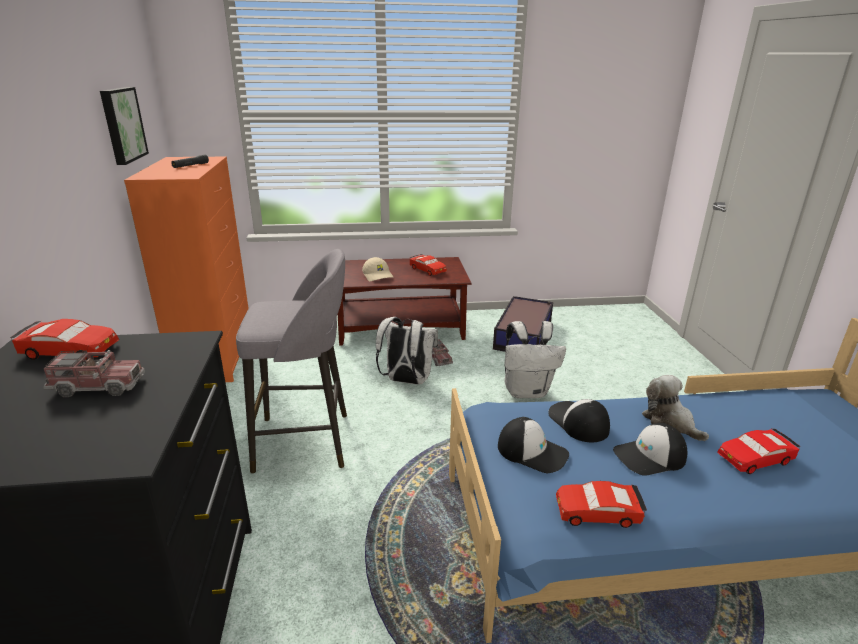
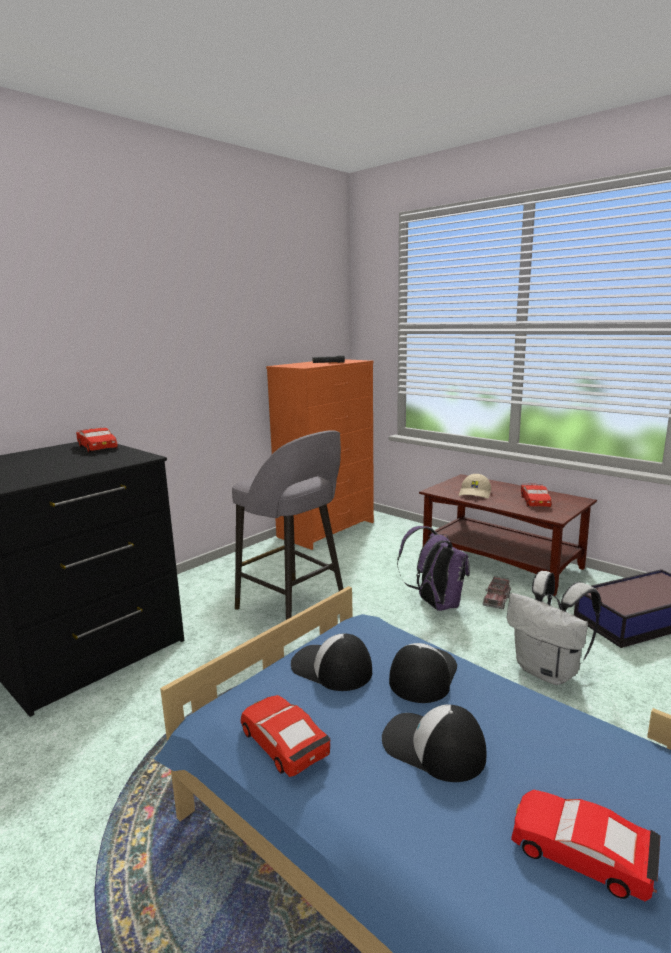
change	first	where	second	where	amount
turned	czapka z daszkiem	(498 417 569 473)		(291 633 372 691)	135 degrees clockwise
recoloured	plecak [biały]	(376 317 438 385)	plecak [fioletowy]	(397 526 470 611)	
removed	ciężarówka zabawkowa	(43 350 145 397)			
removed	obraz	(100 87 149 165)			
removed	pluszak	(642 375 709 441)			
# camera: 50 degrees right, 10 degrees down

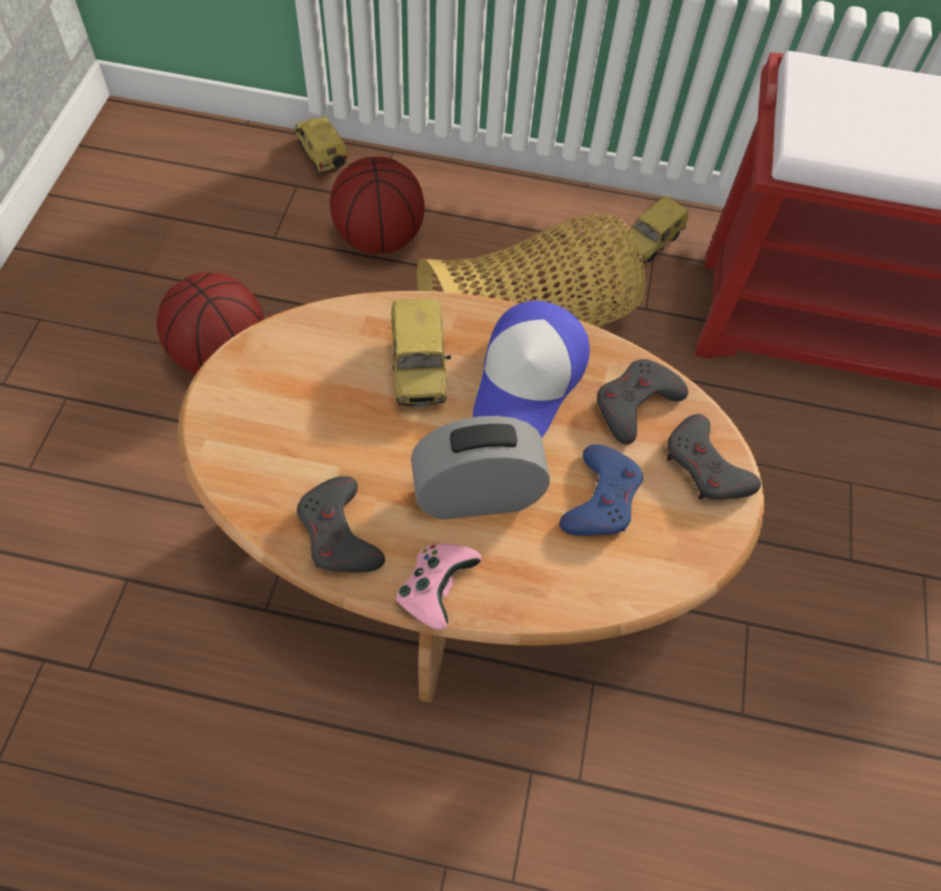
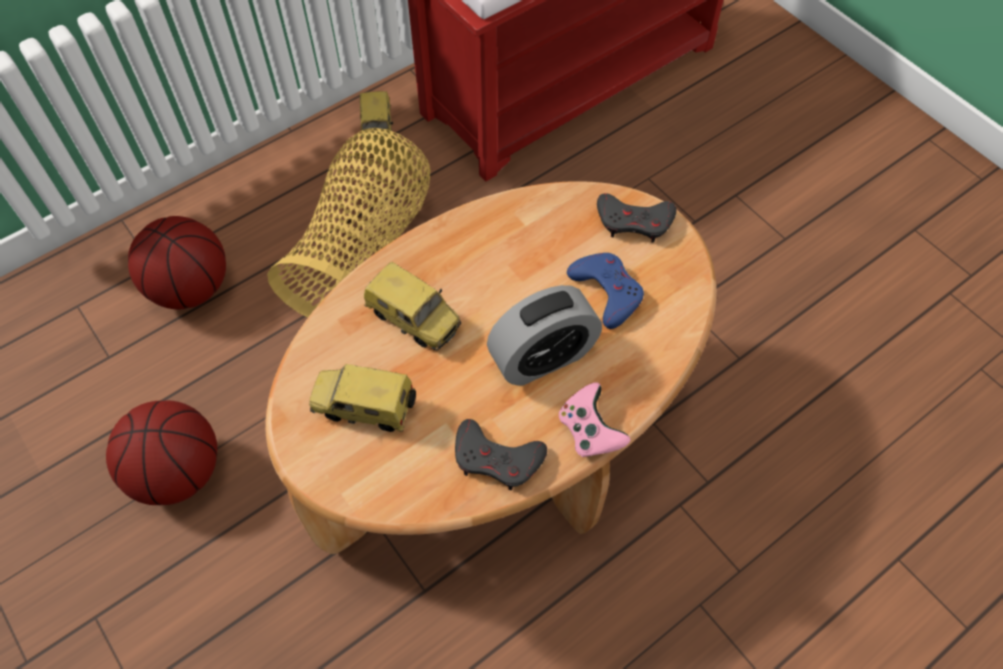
change	first	where	second	where	amount
moved	samochodzik	(295 117 349 174)		(309 364 416 432)	
turned	budzik	(411 416 550 520)		(487 285 602 386)	150 degrees counterclockwise
removed	czapka z daszkiem	(473 301 590 437)			
removed	pad do gier [szary]	(597 359 688 445)			
# camera: 45 degrees left, 0 degrees up

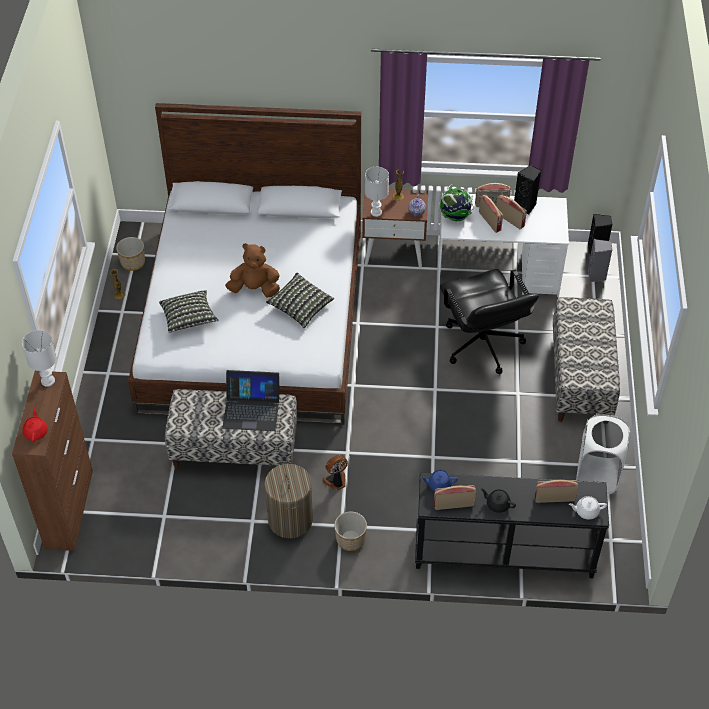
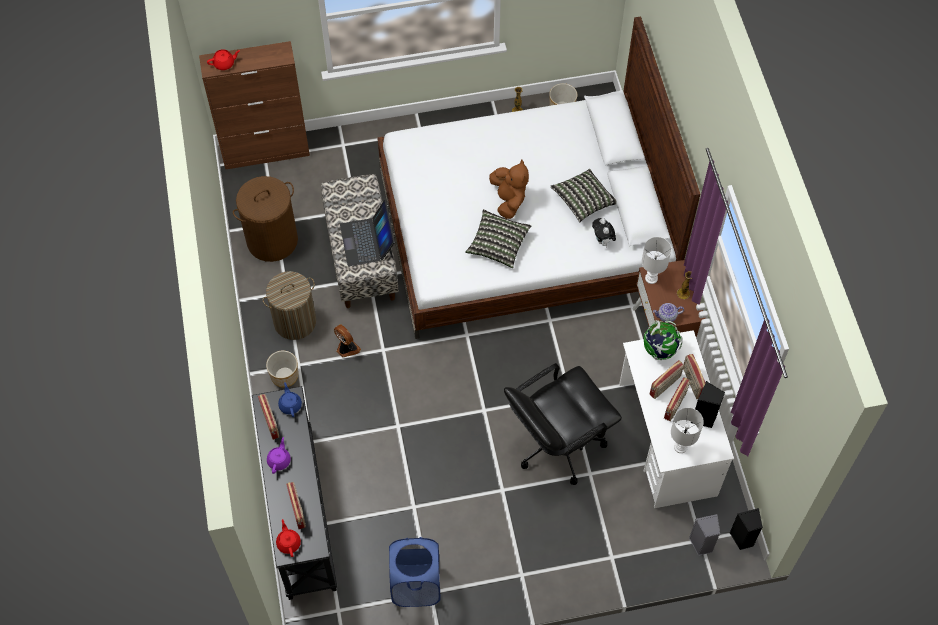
change	first	where	second	where	amount
added			kosz na pranie [brązowy]	(233 176 298 262)	
recoloured	imbryk [czarny]	(481 488 516 513)	imbryk [fioletowy]	(267 437 291 474)	
recoloured	imbryk [biały]	(569 496 607 520)	imbryk [czerwony]	(276 519 301 557)	
recoloured	kosz na pranie [biały]	(576 414 630 495)	kosz na pranie [niebieski]	(389 537 441 607)	
moved	poduszka	(159 290 218 333)		(550 169 617 222)	
added			pluszak	(592 218 616 248)	
moved	lampa stołowa [biały]	(22 330 57 387)		(671 408 704 453)	
removed	ławka	(553 297 620 422)			
# camera: 75 degrees right, 10 degrees up

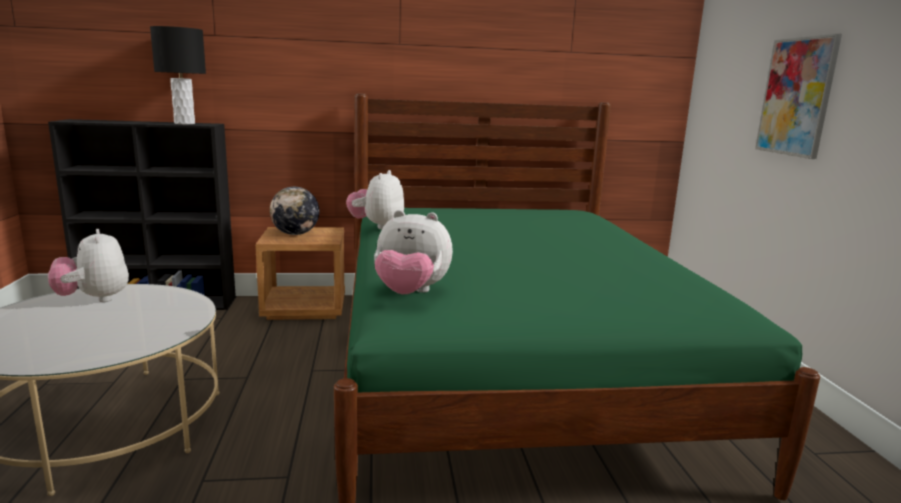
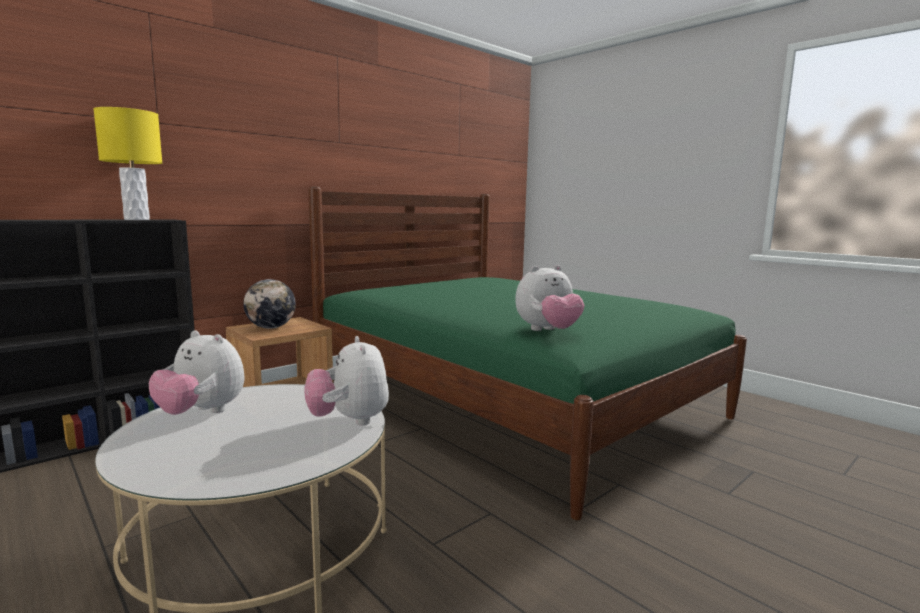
change	first	where	second	where	amount
recoloured	lampa stołowa [czarny]	(150 26 206 124)	lampa stołowa [żółty]	(93 107 162 220)	
moved	pluszak	(346 170 404 229)		(304 336 389 426)	
removed	obraz	(755 34 842 159)			
# camera: 35 degrees left, 5 degrees down

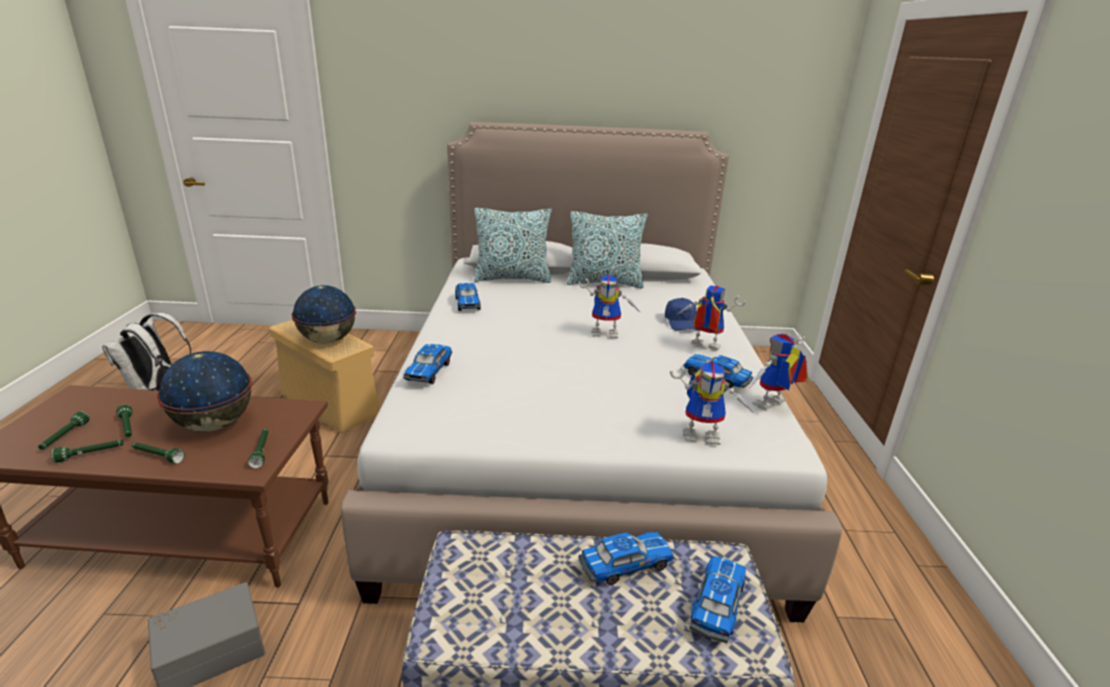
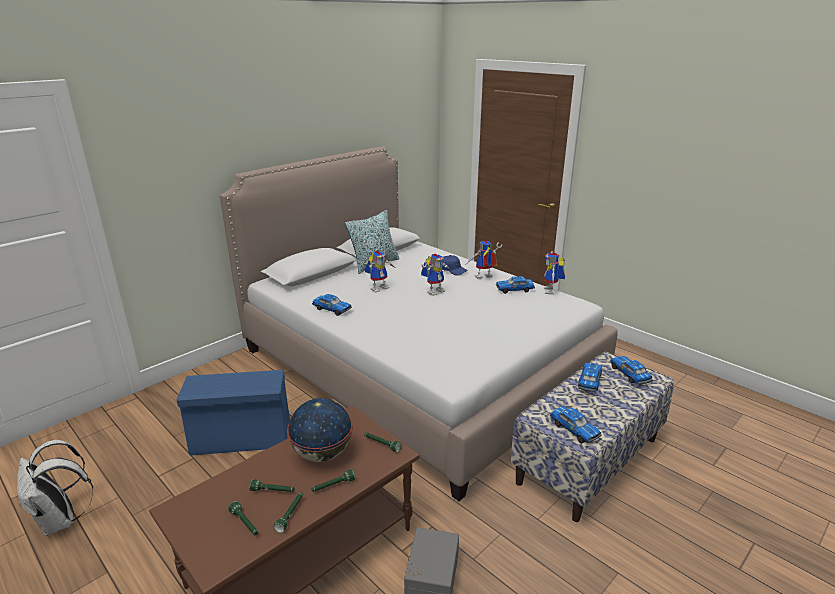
change	first	where	second	where	amount
recoloured	pojemnik do przechowywania [beżowy]	(269 320 379 433)	pojemnik do przechowywania [niebieski]	(177 370 290 455)	
moved	robot zabawkowy	(670 361 754 445)		(362 251 397 292)	
moved	samochodzik	(403 344 452 384)		(550 406 602 443)	
removed	globus	(292 285 356 344)			
removed	poduszka	(474 208 552 283)			
# camera: 45 degrees left, 0 degrees up

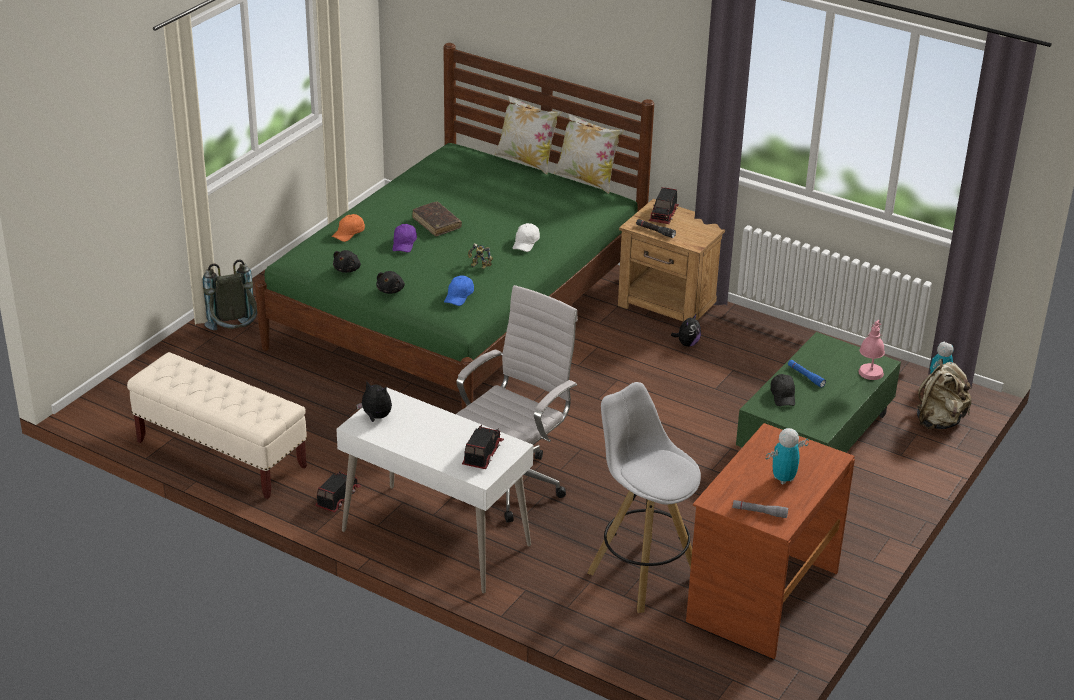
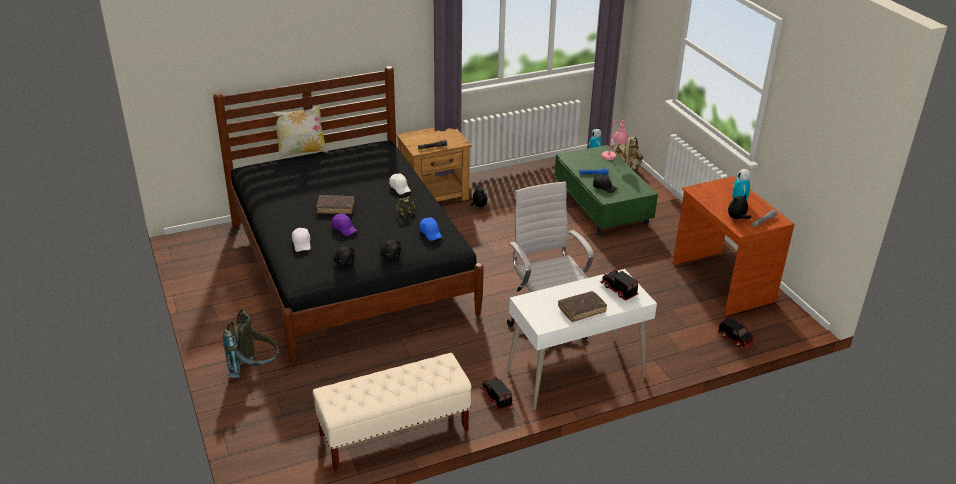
change	first	where	second	where	amount
recoloured	łóżko [zielony]	(255 43 654 409)	łóżko [czarny]	(213 66 484 363)	
recoloured	czapka z daszkiem [pomarańczowy]	(332 214 365 242)	czapka z daszkiem [biały]	(292 228 310 252)	
added			książka [brązowy]	(558 291 607 322)	
moved	ciężarówka zabawkowa	(648 187 679 224)		(717 316 754 350)	
moved	pluszak	(356 380 392 422)		(728 194 751 219)	
removed	poduszka	(554 113 624 194)			
removed	stołek [biały]	(587 382 701 613)			
# camera: 55 degrees left, 0 degrees up

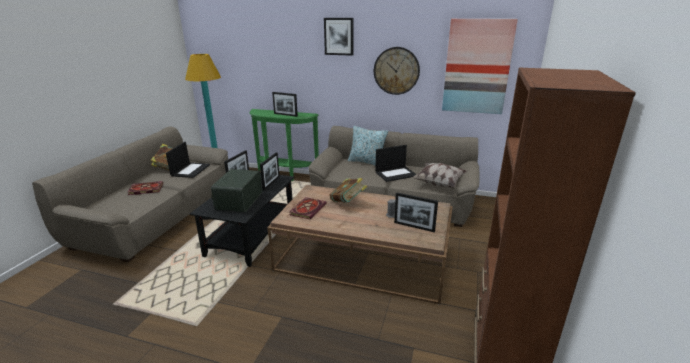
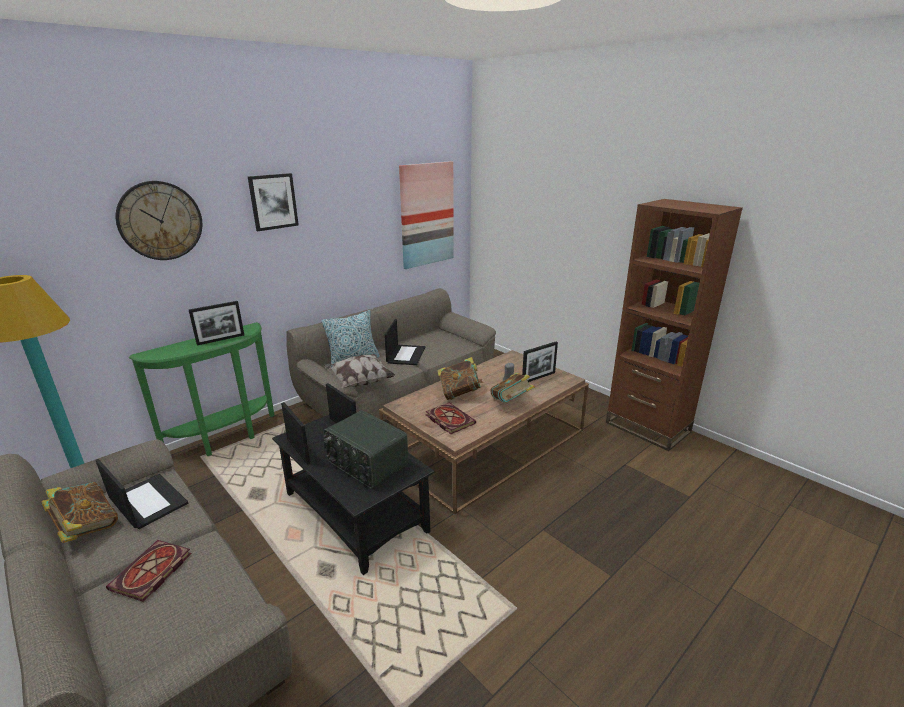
change	first	where	second	where	amount
moved	zegar ścienny	(374 47 420 95)		(116 181 202 260)	
moved	poduszka	(412 163 466 188)		(324 354 395 388)	
added			książka	(490 372 535 403)	
# camera: 60 degrees left, 0 degrees up

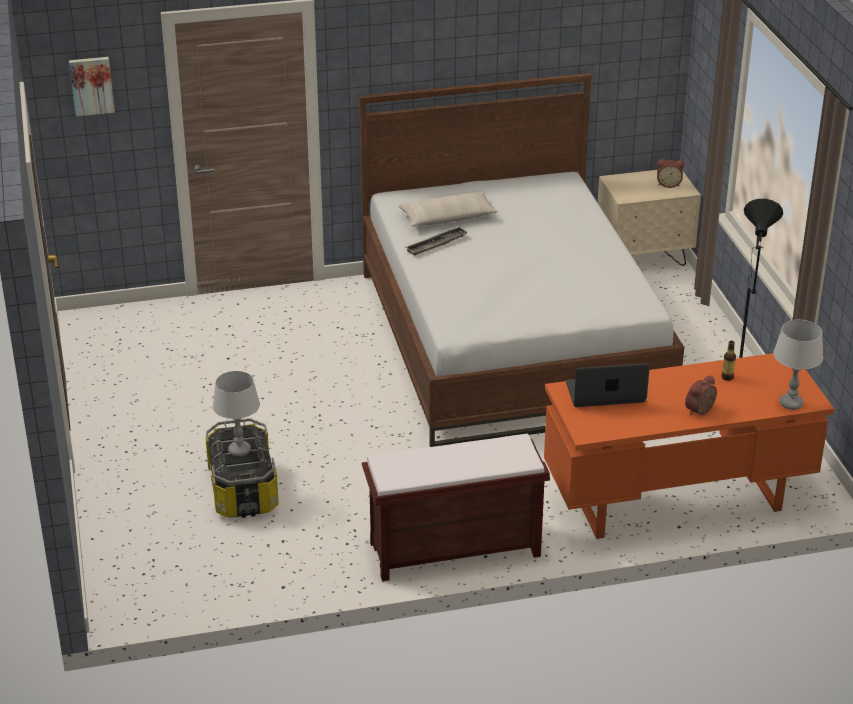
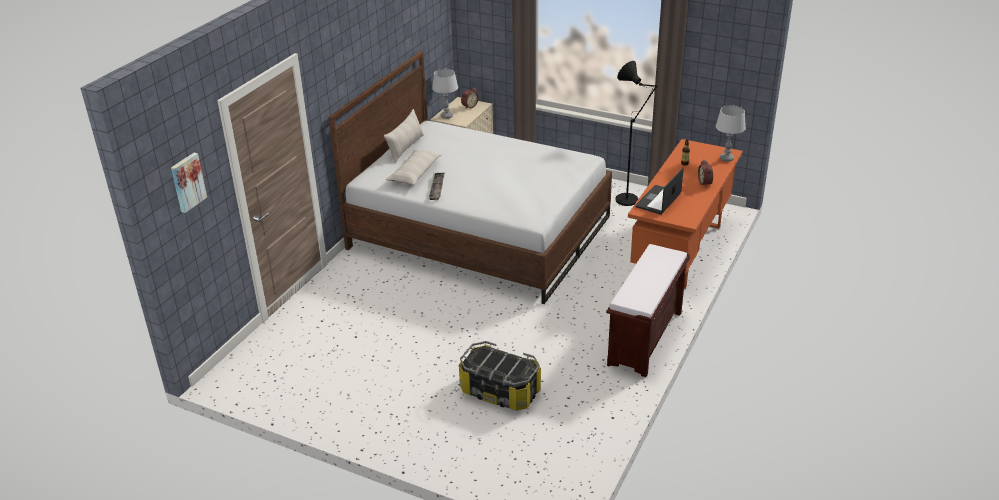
change	first	where	second	where	amount
added			poduszka [beżowy]	(384 109 424 163)	
moved	lampa stołowa [szary]	(213 371 260 457)		(432 69 458 119)	
# camera: 50 degrees left, 0 degrees up

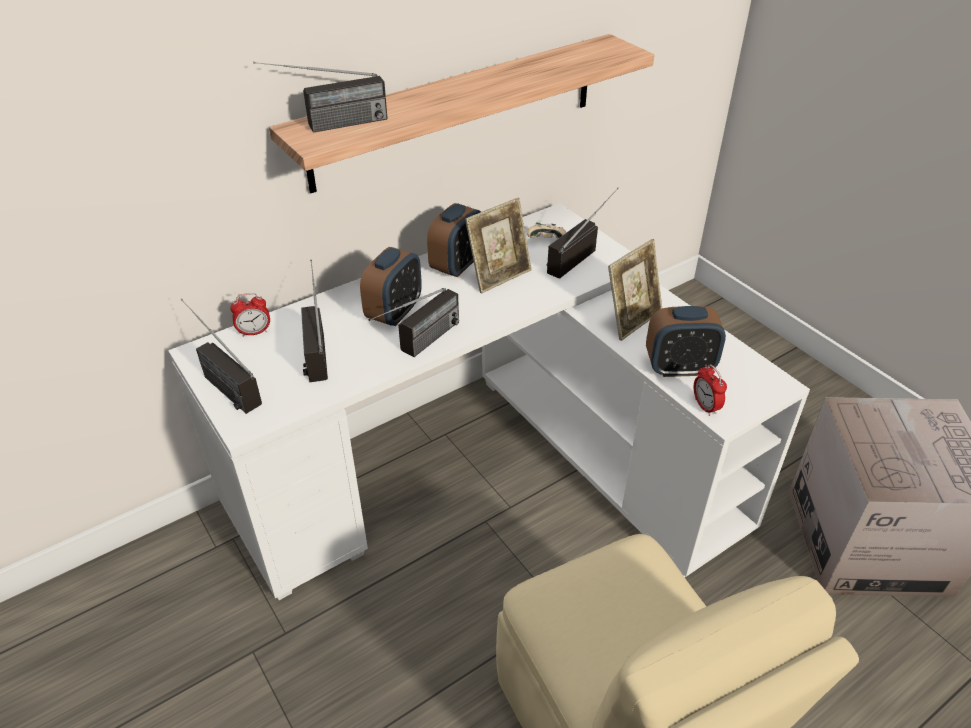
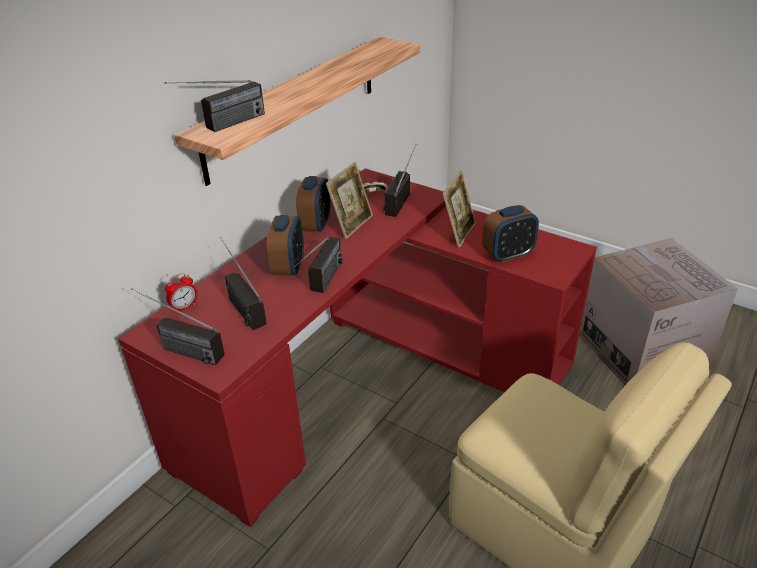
change	first	where	second	where	amount
recoloured	biurko [biały]	(168 203 810 600)	biurko [czerwony]	(118 169 597 527)	
removed	budzik	(694 364 727 416)			
# camera: 20 degrees left, 5 degrees down

